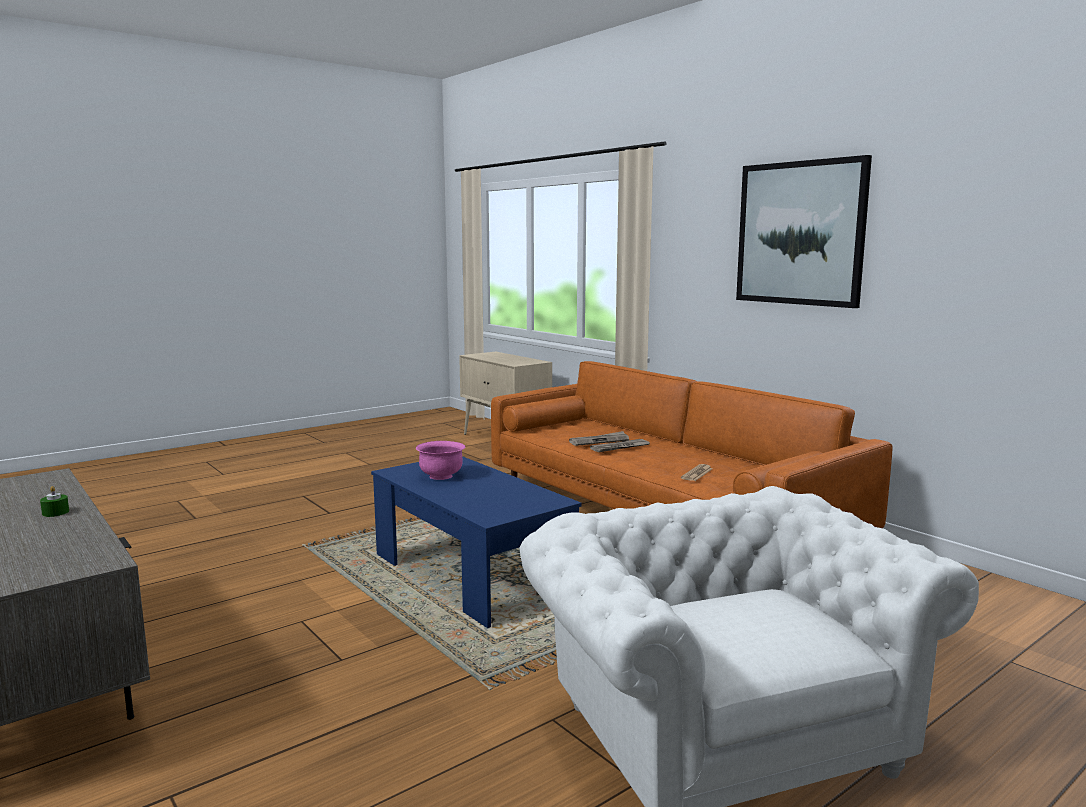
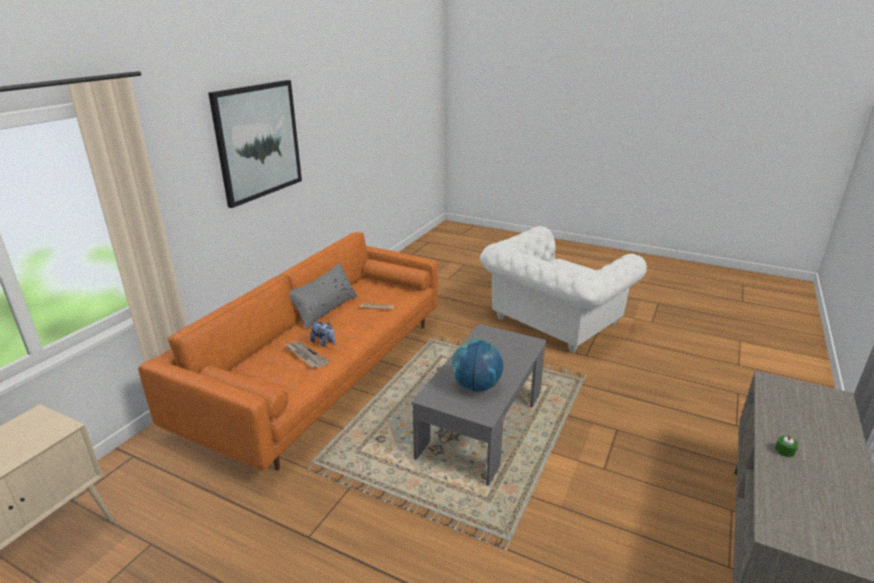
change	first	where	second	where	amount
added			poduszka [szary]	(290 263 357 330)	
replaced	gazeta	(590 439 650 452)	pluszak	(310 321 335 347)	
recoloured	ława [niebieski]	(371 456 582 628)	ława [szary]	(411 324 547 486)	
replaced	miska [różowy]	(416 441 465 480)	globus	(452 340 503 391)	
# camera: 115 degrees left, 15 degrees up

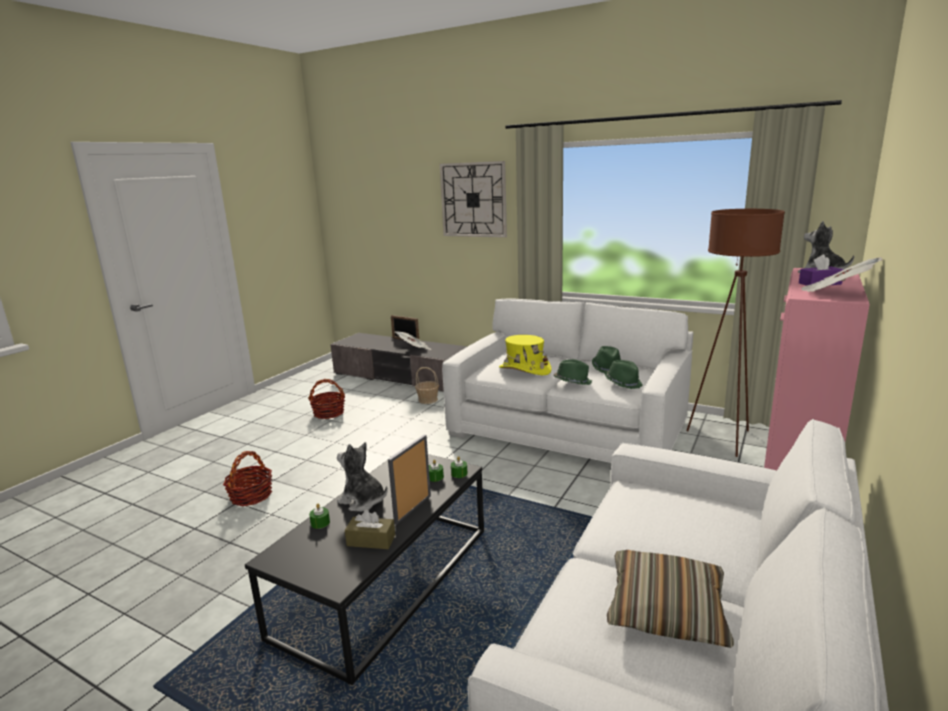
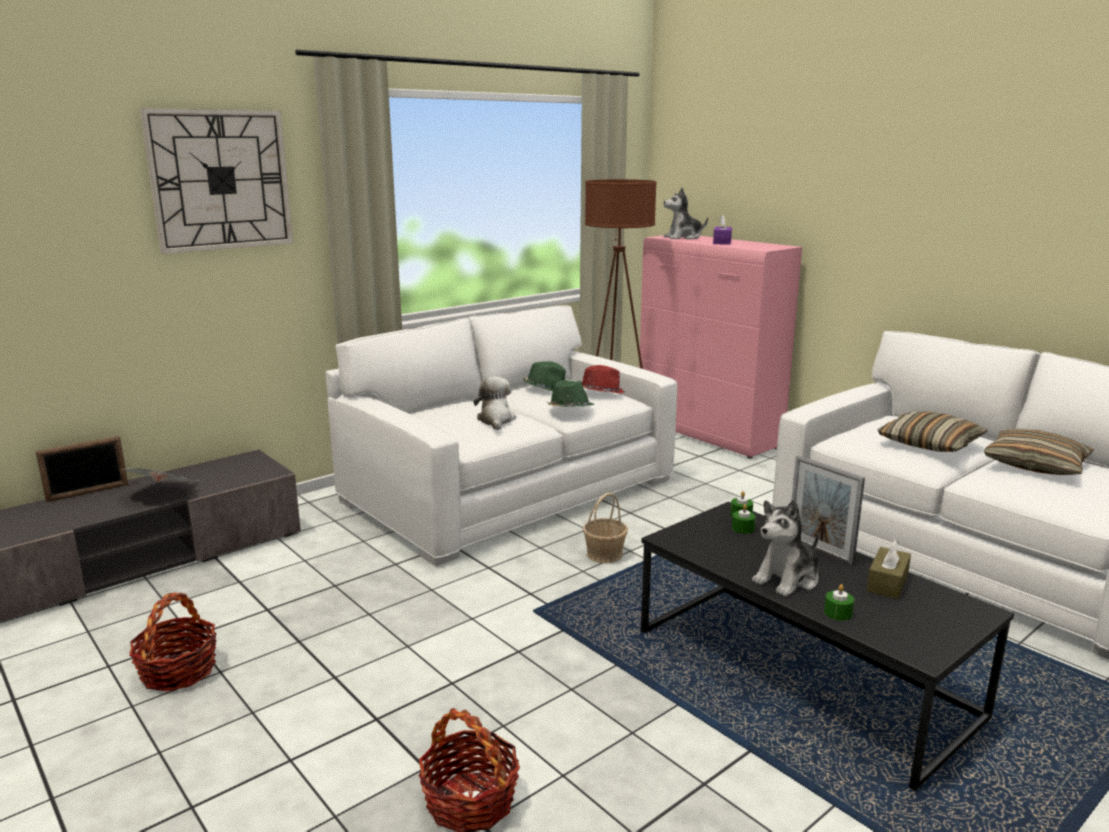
change	first	where	second	where	amount
replaced	kapelusz [żółty]	(499 335 551 375)	pluszak	(474 377 516 430)	
recoloured	kapelusz [zielony]	(604 360 643 389)	kapelusz [czerwony]	(582 365 625 393)	
moved	koszyk	(415 367 439 404)		(583 493 628 563)	
added			poduszka	(878 411 988 452)	
removed	gazeta	(801 257 883 292)			
# camera: 70 degrees left, 0 degrees up

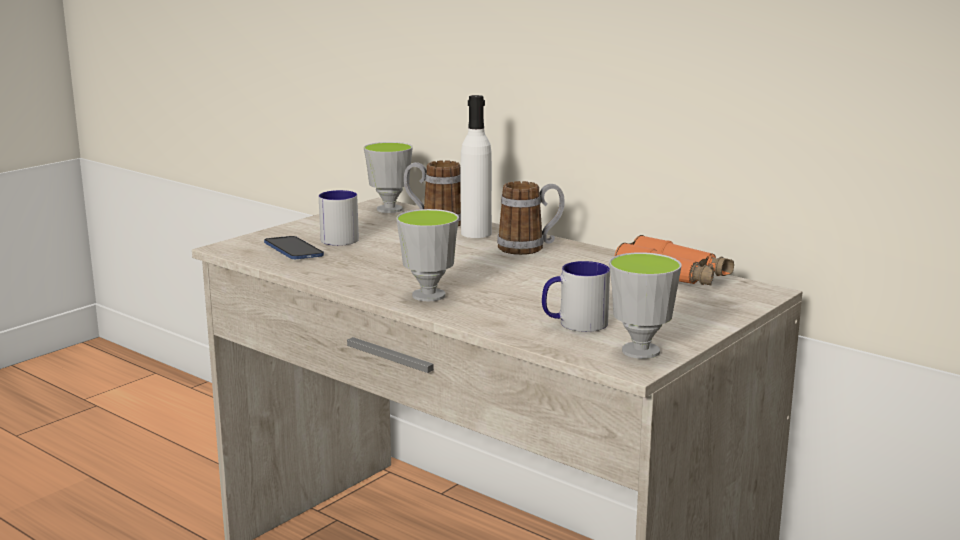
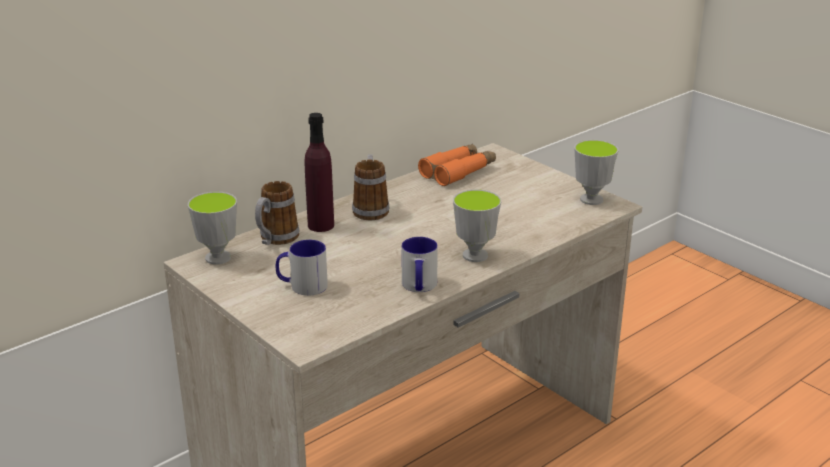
change	first	where	second	where	amount
recoloured	butelka [biały]	(460 95 492 238)	butelka [fioletowy]	(304 113 334 232)	
moved	kubek	(542 261 610 332)		(401 237 438 292)	
removed	telefon	(264 236 324 259)			
# camera: 80 degrees left, 10 degrees up

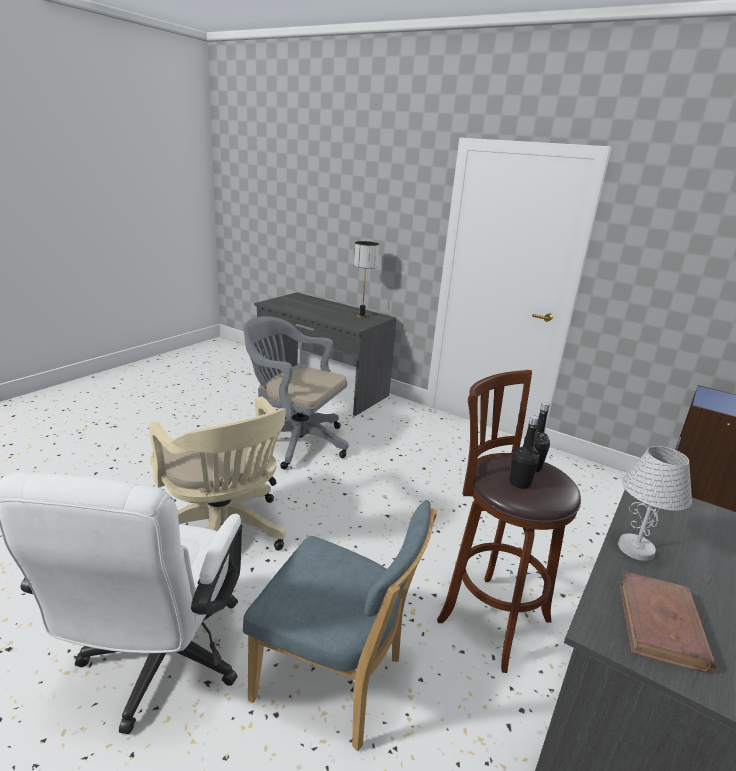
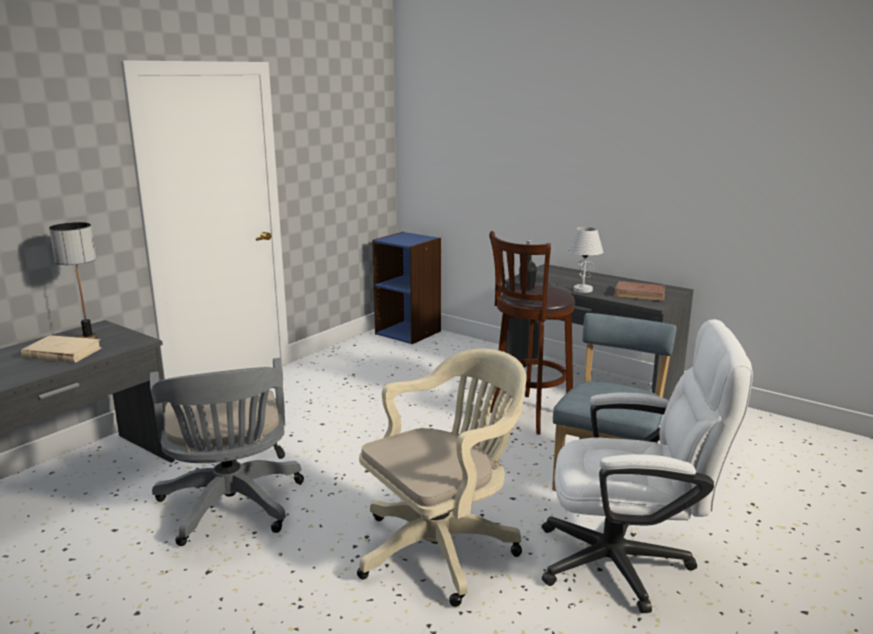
change	first	where	second	where	amount
added			książka [beżowy]	(21 335 102 363)	
turned	krzesło biurowe [szary]	(244 316 348 469)		(150 358 304 546)	45 degrees counterclockwise
removed	butelka [czarny]	(509 415 539 489)			
# camera: 85 degrees left, 5 degrees down

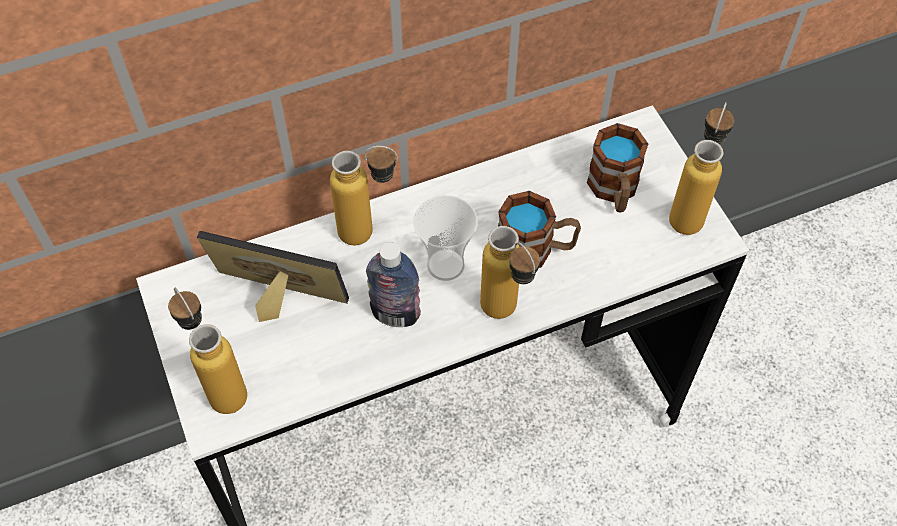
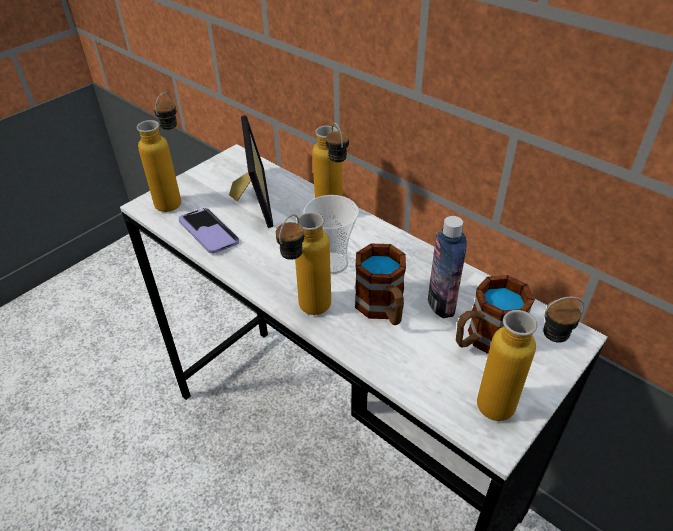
change	first	where	second	where	amount
added			telefon	(179 208 239 253)	
moved	butelka	(366 242 421 327)		(428 216 467 318)	
# camera: 65 degrees right, 15 degrees down

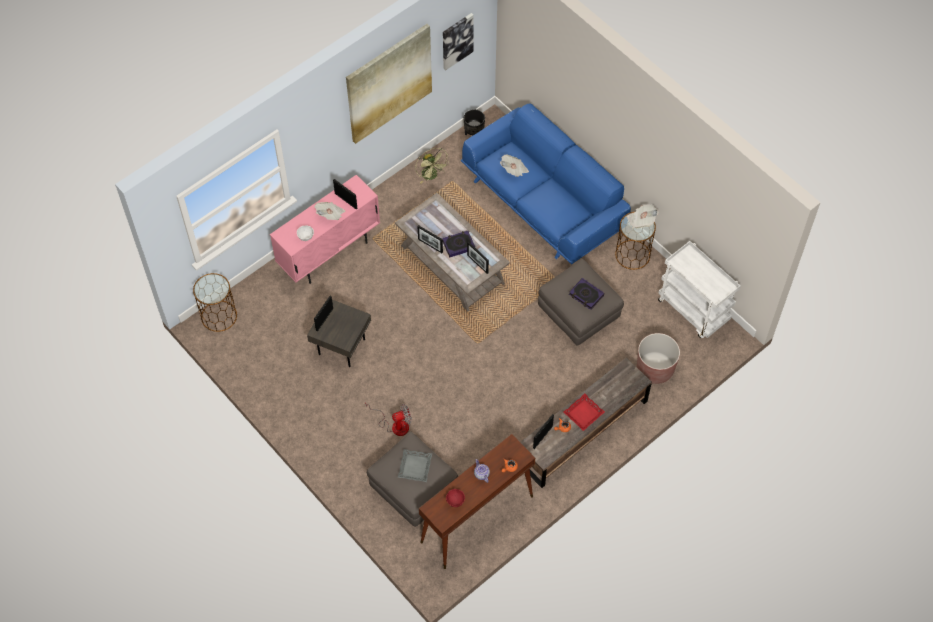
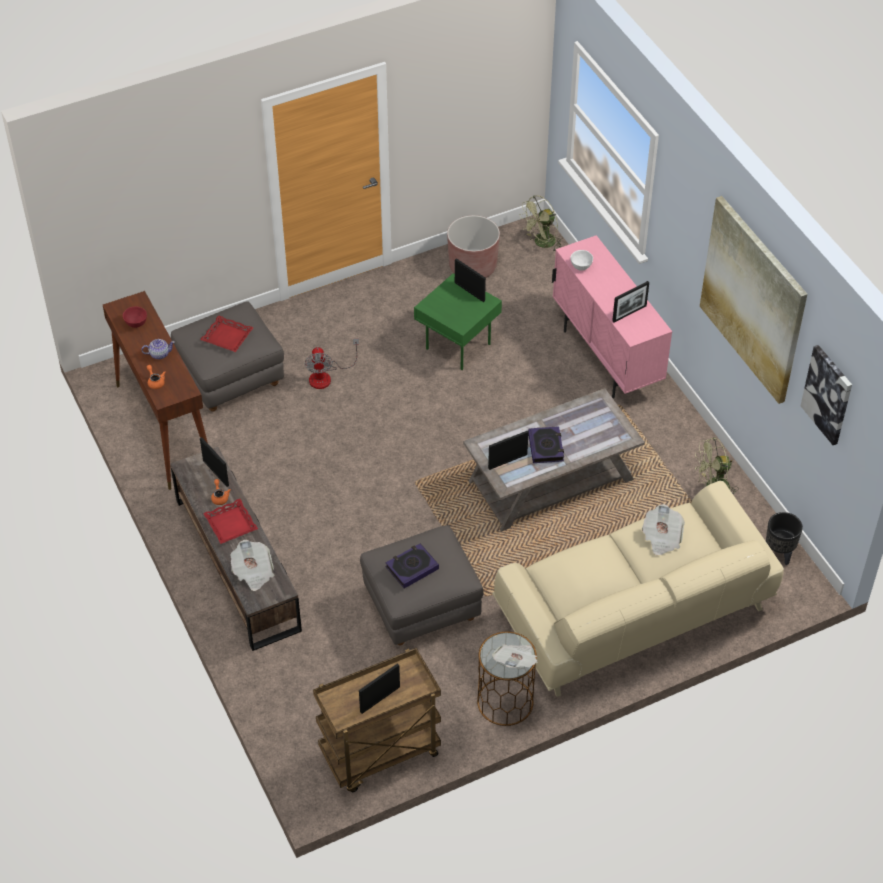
change	first	where	second	where	amount
recoloured	taca [szary]	(398 449 432 482)	taca [czerwony]	(200 315 254 352)	
moved	gazeta	(314 202 345 220)		(230 539 274 591)	
recoloured	wózek [biały]	(658 241 741 338)	wózek [brązowy]	(313 648 441 792)	
moved	ramka na zdjęcie	(417 225 443 253)		(359 663 400 714)	
recoloured	stolik [szary]	(307 300 371 367)	stolik [zielony]	(414 273 502 370)	
moved	donica [brązowy]	(637 333 680 384)		(447 215 500 278)	
recoloured	kanapa [niebieski]	(461 103 631 264)	kanapa [beżowy]	(492 481 784 697)	
replaced	stolik [brązowy]	(193 273 237 332)	wentylator [zielony]	(519 195 562 251)	
# camera: 105 degrees right, 10 degrees down

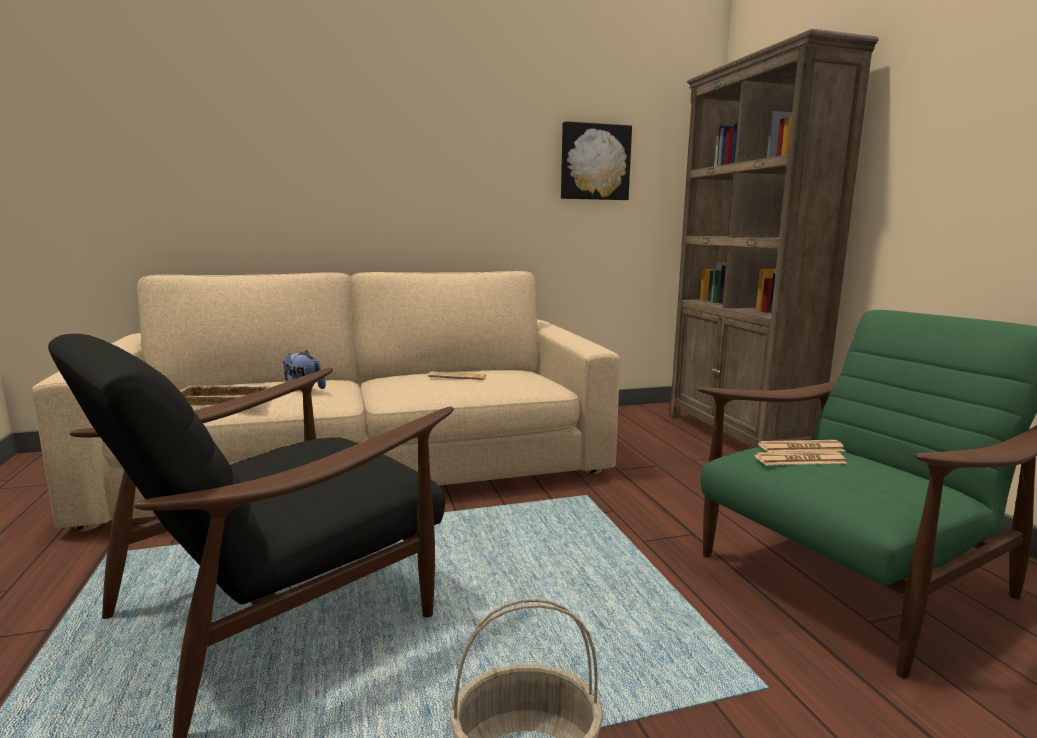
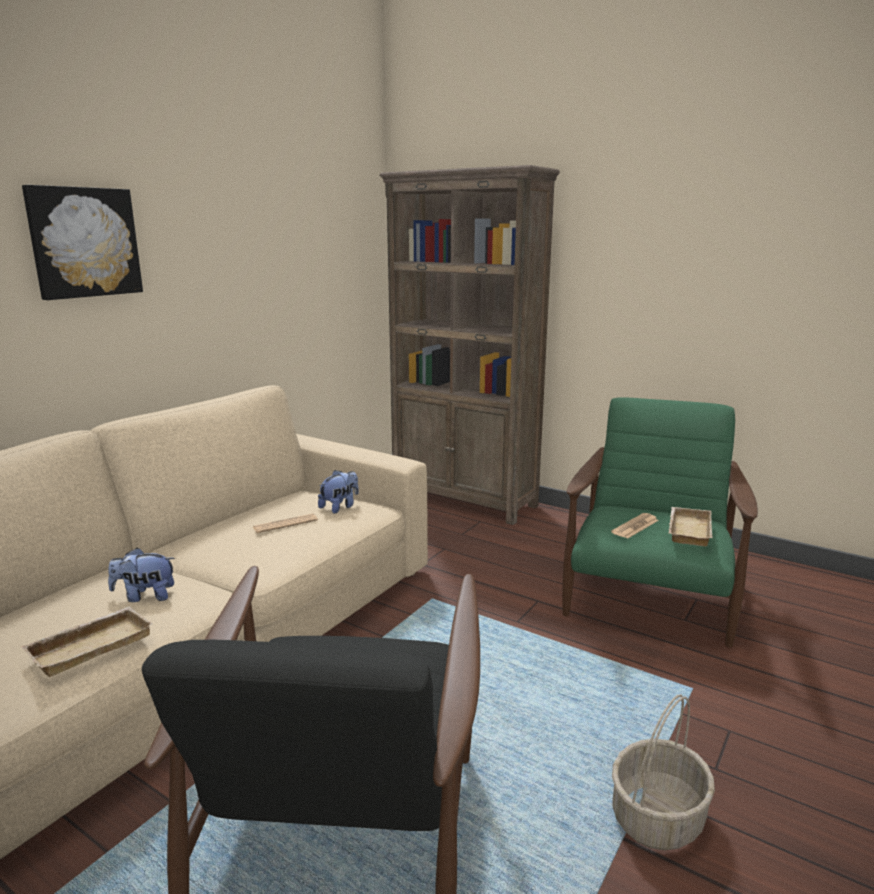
change	first	where	second	where	amount
moved	obraz	(561 121 632 200)		(22 185 143 300)	
added			pluszak	(318 470 359 514)	
added			taca [beżowy]	(669 507 712 546)	
removed	gazeta	(758 440 845 452)			
# camera: 40 degrees left, 5 degrees up

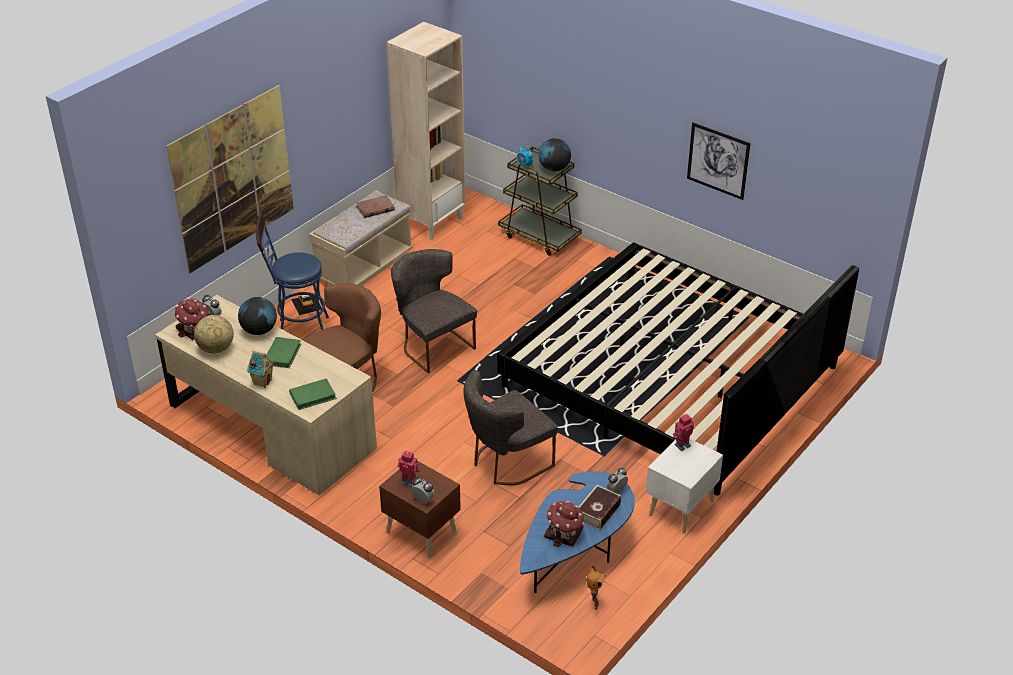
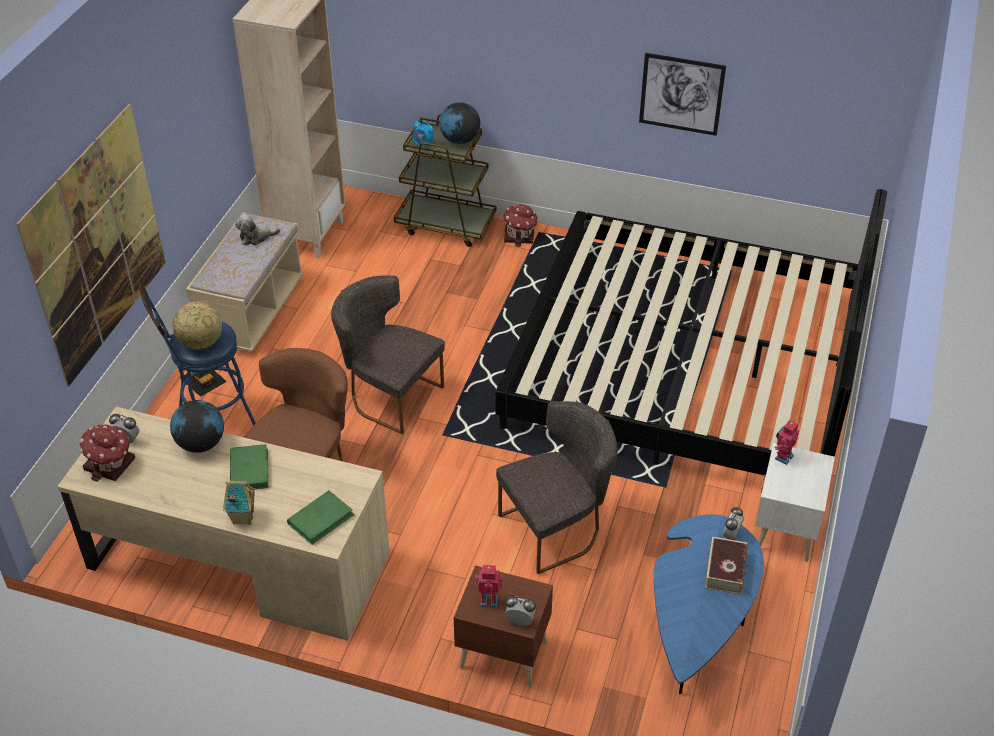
change	first	where	second	where	amount
moved	globus	(194 315 234 354)		(173 301 222 350)	
replaced	książka [brązowy]	(356 195 395 218)	pluszak	(235 213 281 245)	
turned	krzesło [szary]	(463 370 558 485)		(496 401 618 574)	150 degrees counterclockwise
moved	domek	(544 501 584 547)		(503 204 539 247)	
removed	robot zabawkowy	(585 565 605 610)			
# camera: 20 degrees left, 5 degrees up

